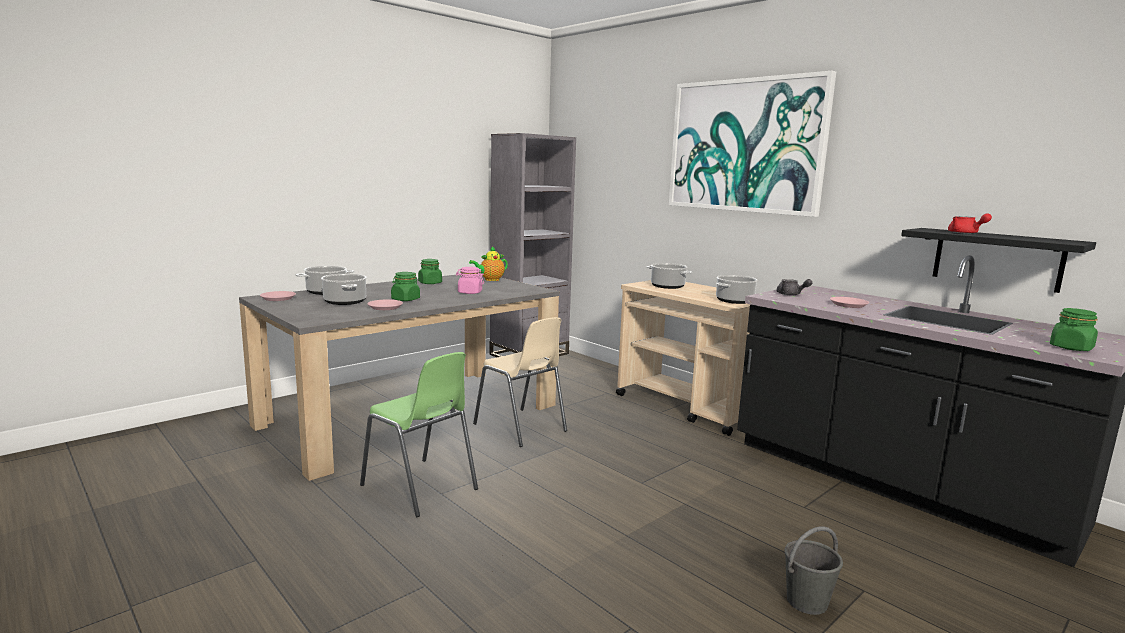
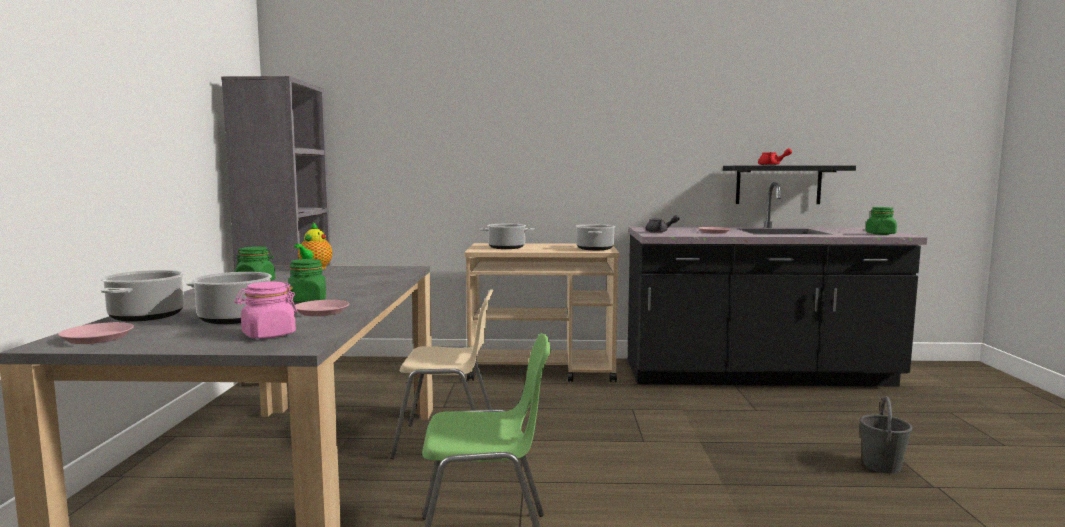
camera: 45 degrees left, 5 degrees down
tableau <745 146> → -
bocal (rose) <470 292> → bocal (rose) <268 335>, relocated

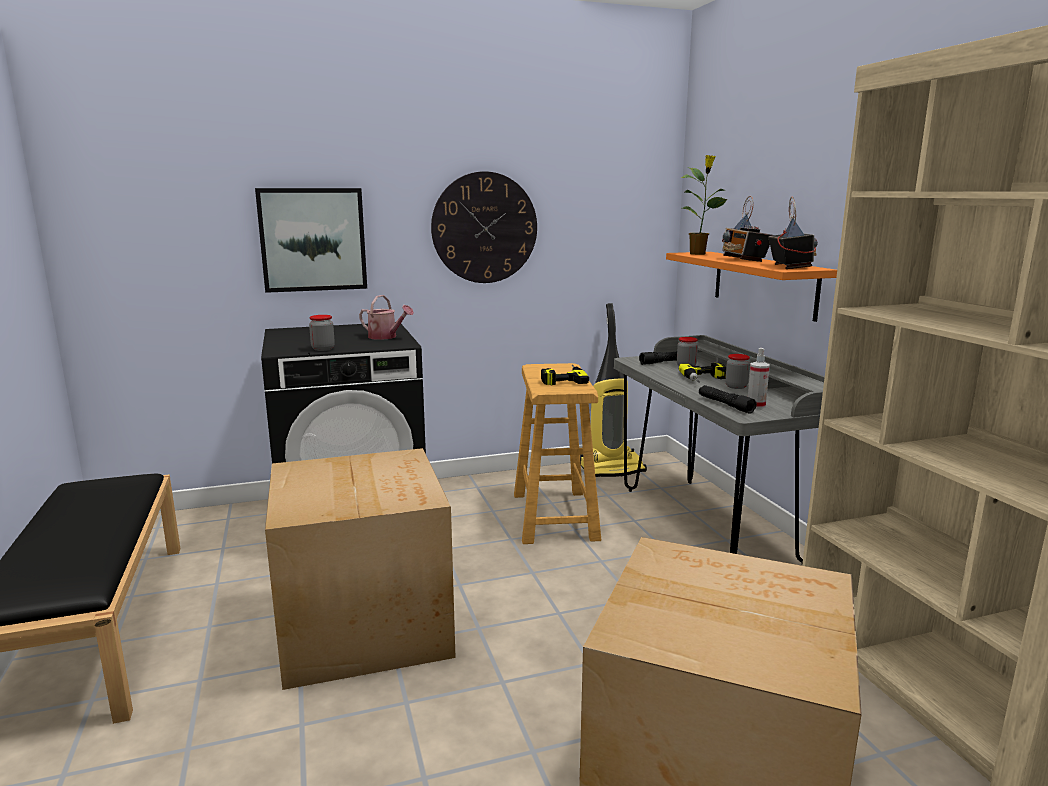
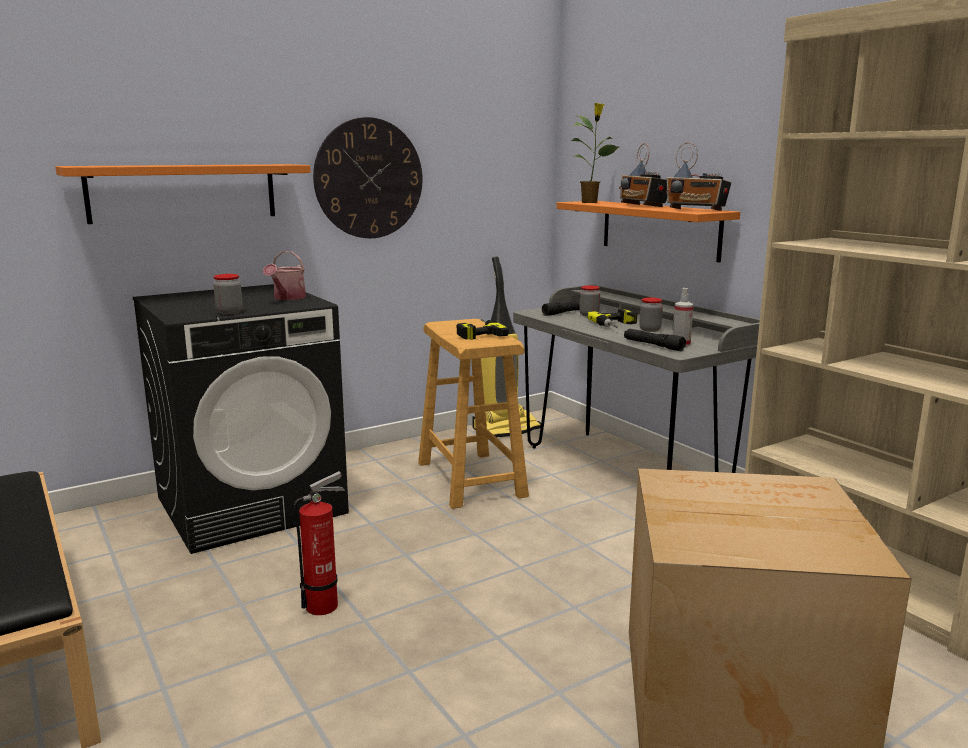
camera: 15 degrees left, 0 degrees up
tableau <313 239> → étagère (orange) <183 192>
carton <367 623> → extincteur <326 605>
arrosoir <386 337> → arrosoir <287 298>, 90 degrees clockwise
radio <789 267> → radio <696 210>, 135 degrees clockwise

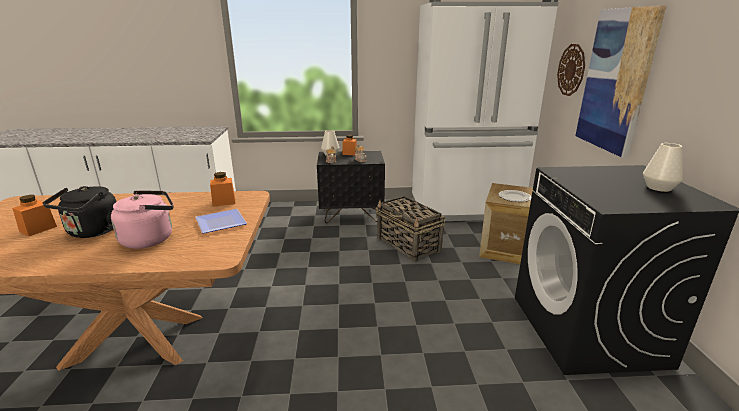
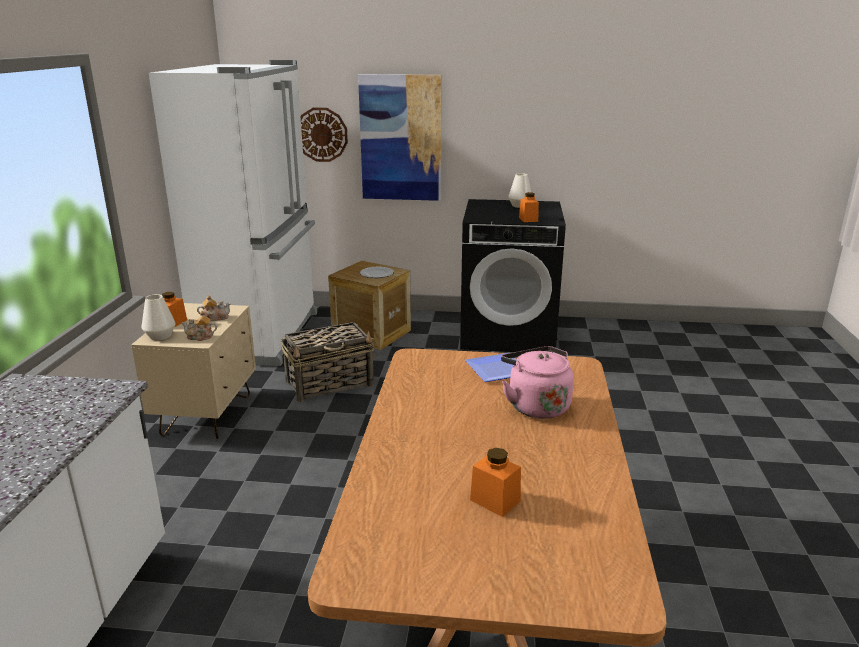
camera: 80 degrees left, 0 degrees up
bouilloire (noir) <92 232> → -
bocal (orange) <224 202> → bocal (orange) <528 219>, relocated
table de chevet (noir) <351 215> → table de chevet (beige) <207 415>

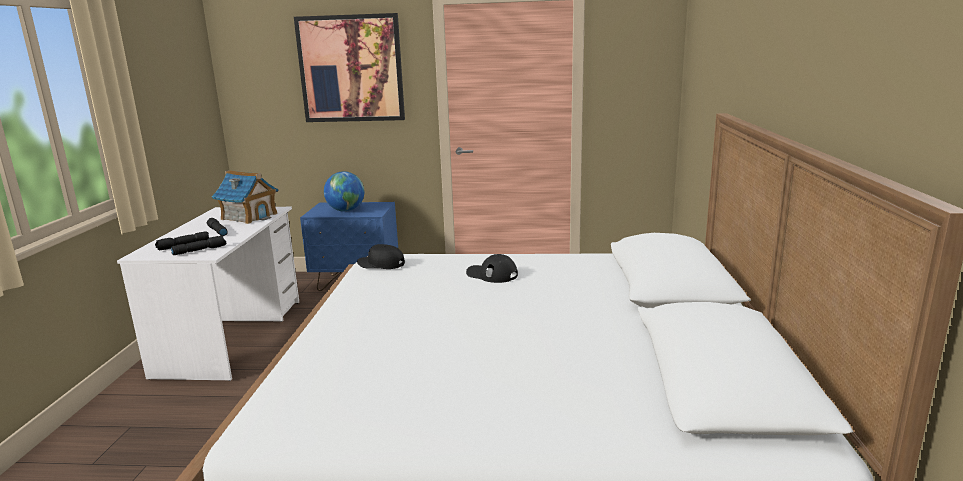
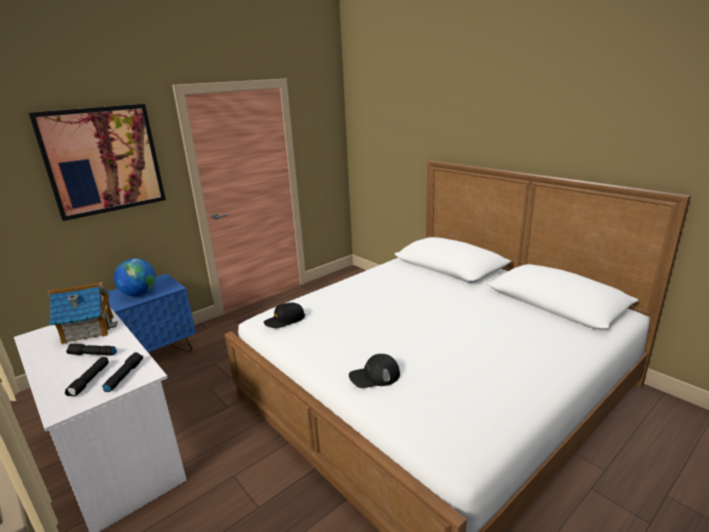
camera: 45 degrees left, 5 degrees up
casquette (noir) <492 274> → casquette (noir) <374 376>, relocated

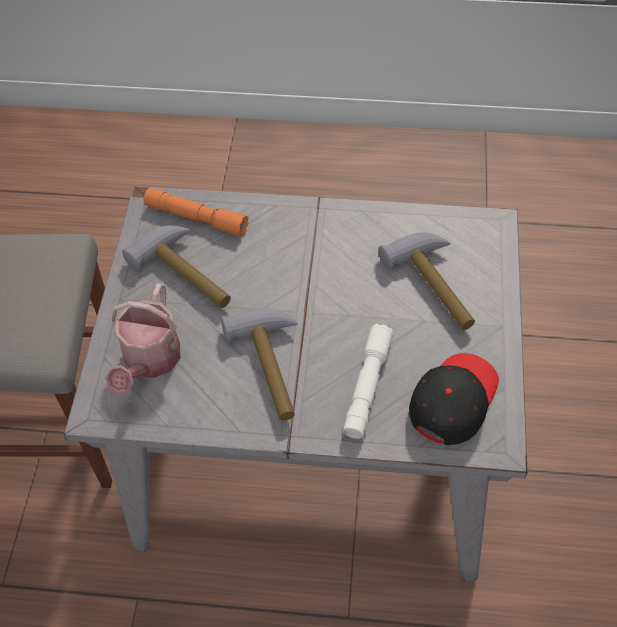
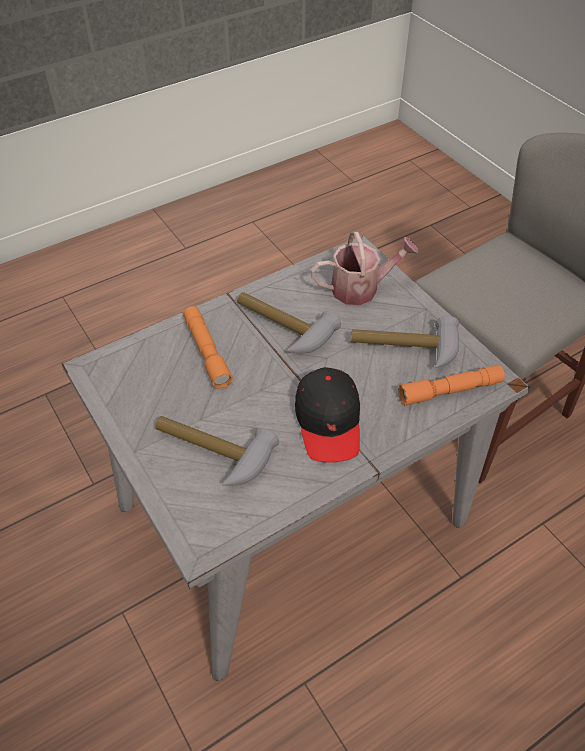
camera: 140 degrees right, 5 degrees down
casquette (noir) <453 401> → casquette (noir) <329 422>, relocated
lampe de poche (blanc) <367 386> → lampe de poche (orange) <207 352>
arrosoir <149 361> → arrosoir <361 288>, 105 degrees clockwise

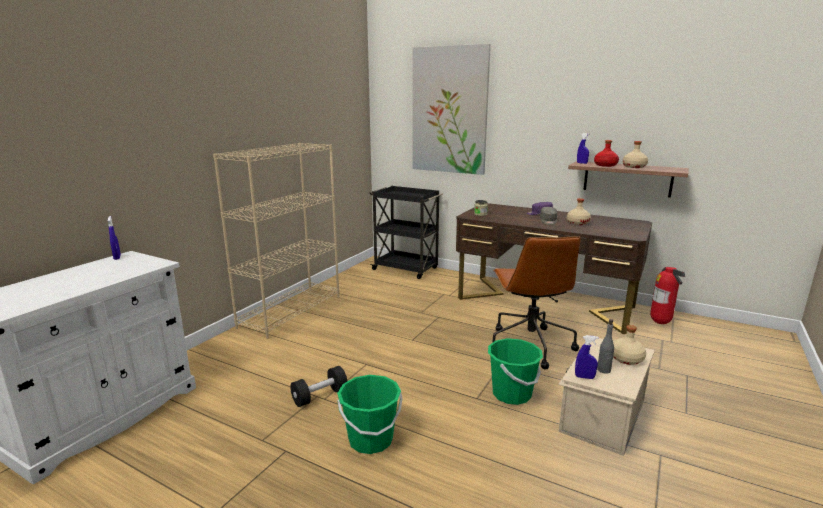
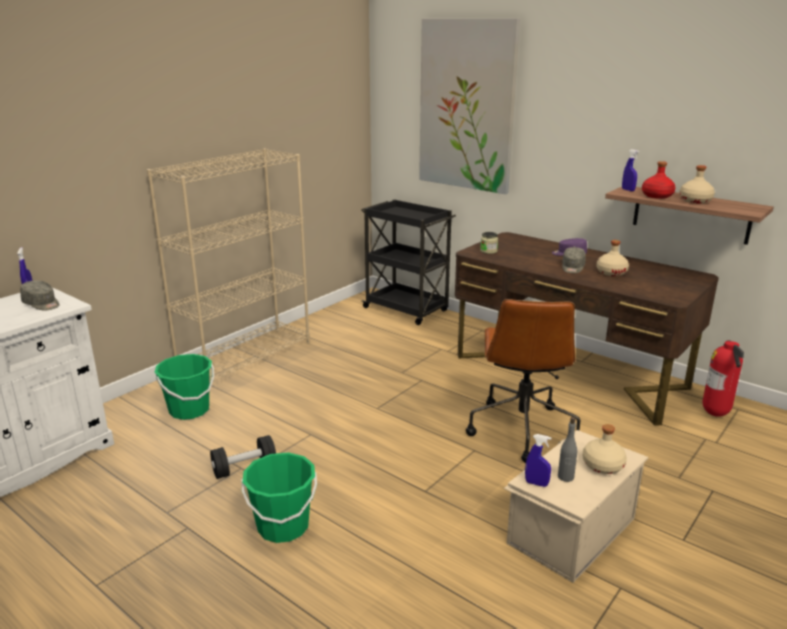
camera: 10 degrees right, 5 degrees up
- → casquette (gris) <42 304>
seau (vert) <511 394> → seau (vert) <189 410>, relocated

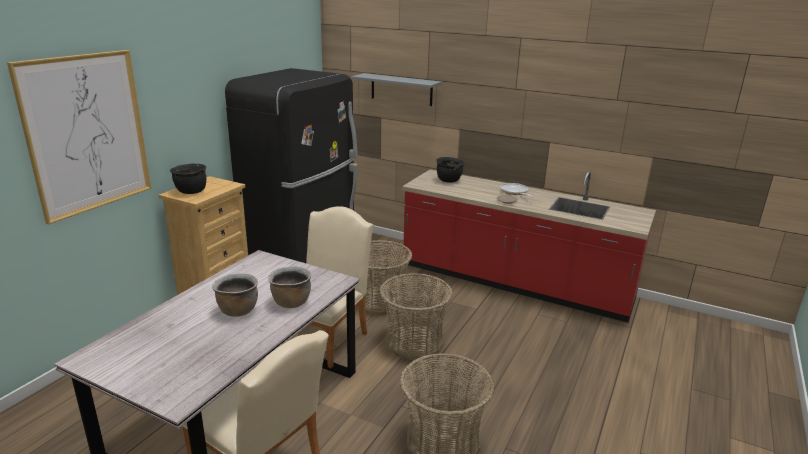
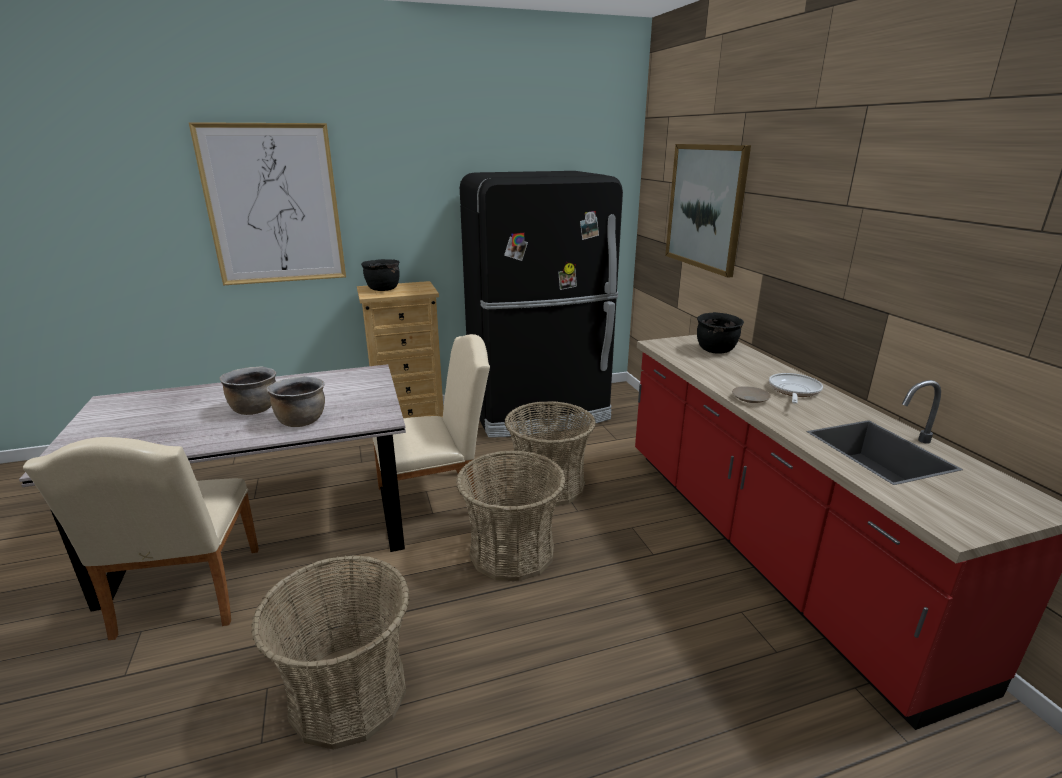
camera: 45 degrees right, 0 degrees up
étagère (gris) <401 89> → tableau <705 207>

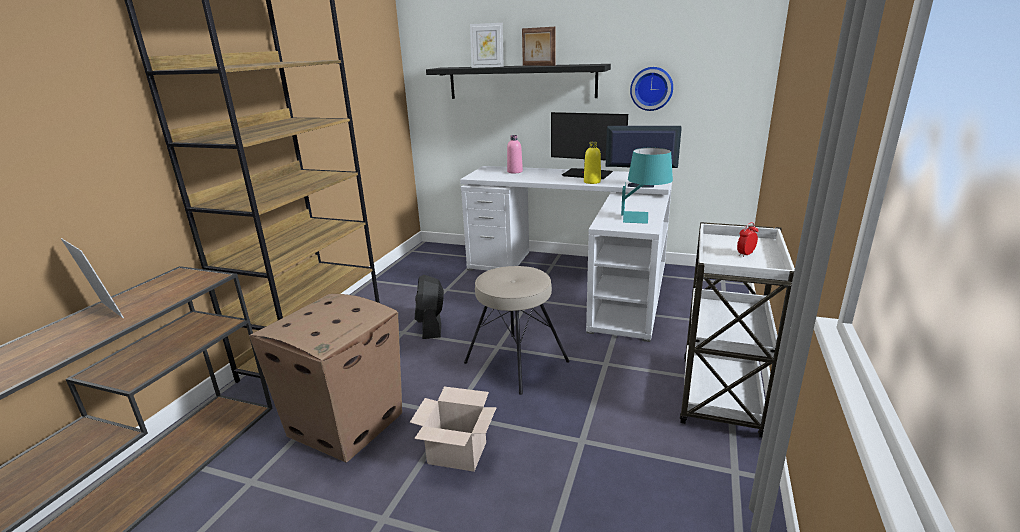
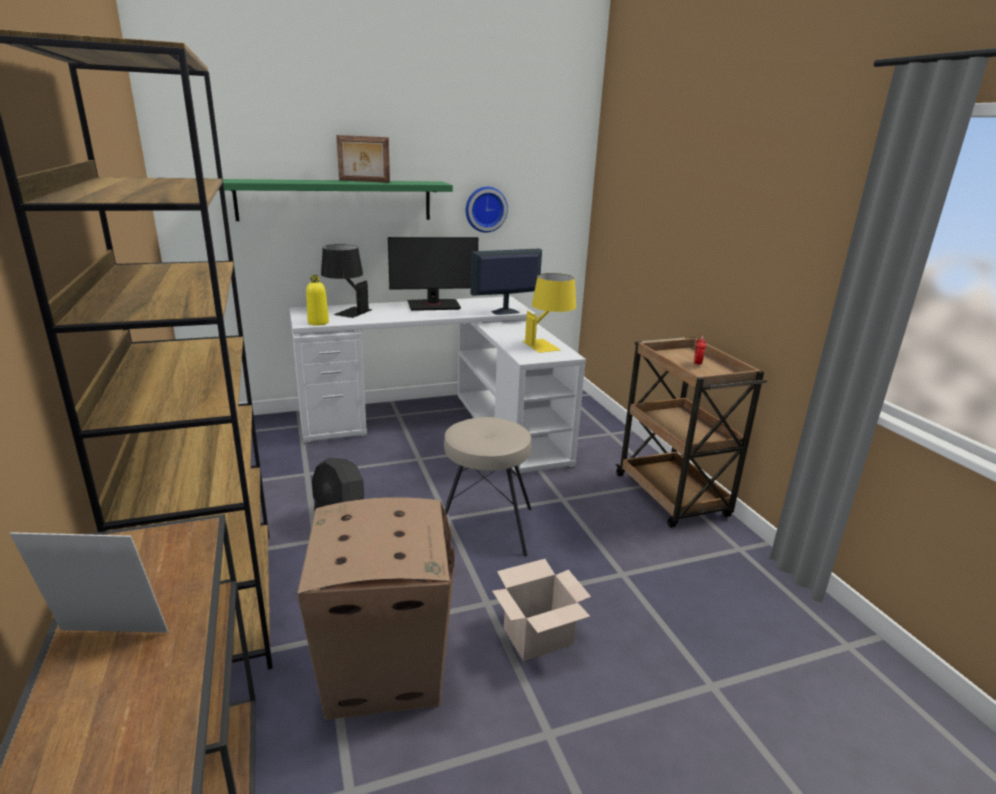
camera: 40 degrees left, 0 degrees up
cadre photo <487 67> → -
bouteille (jaune) <592 182> → bouteille (jaune) <318 322>, relocated
bouteille (rose) <515 171> → lampe de table (noir) <346 311>
étagère (noir) <521 82> → étagère (vert) <336 200>
lampe de table (turquoise) <644 217> → lampe de table (jaune) <548 344>
chariot (blanc) <720 398> → chariot (marron) <672 497>

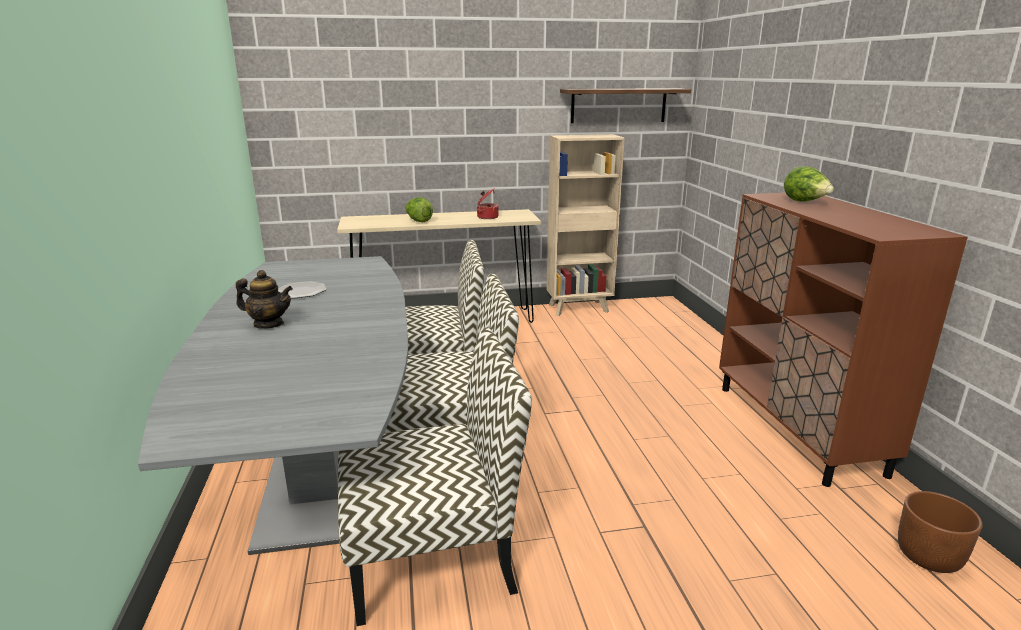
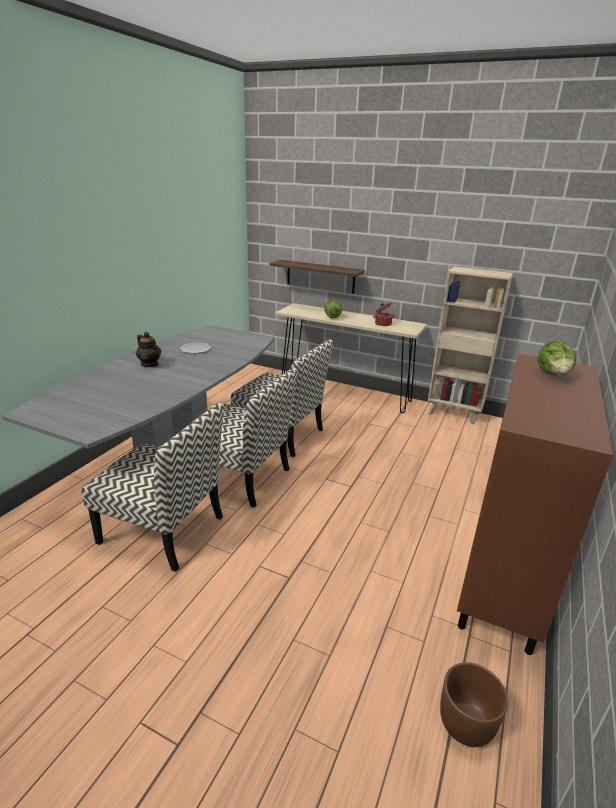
camera: 35 degrees right, 5 degrees up
étagère <618 105> → étagère <320 276>, relocated

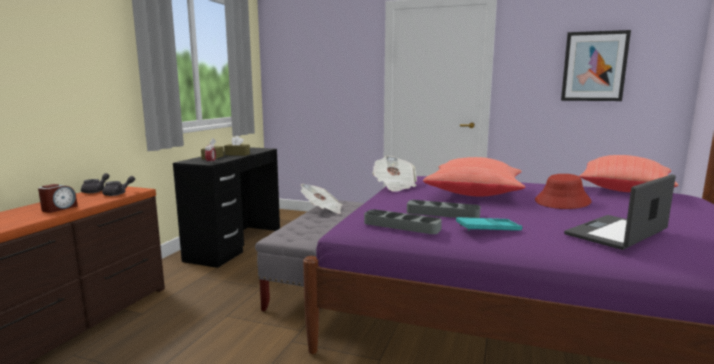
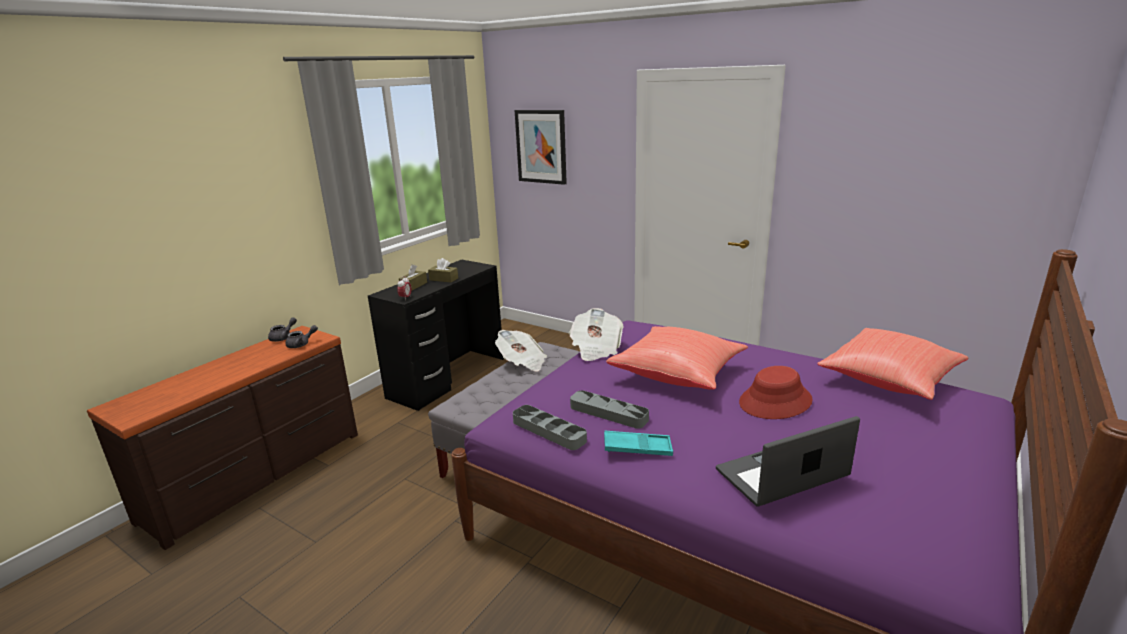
camera: 15 degrees right, 10 degrees up
réveil <59 208> → -
tableau <594 66> → tableau <541 146>, relocated

